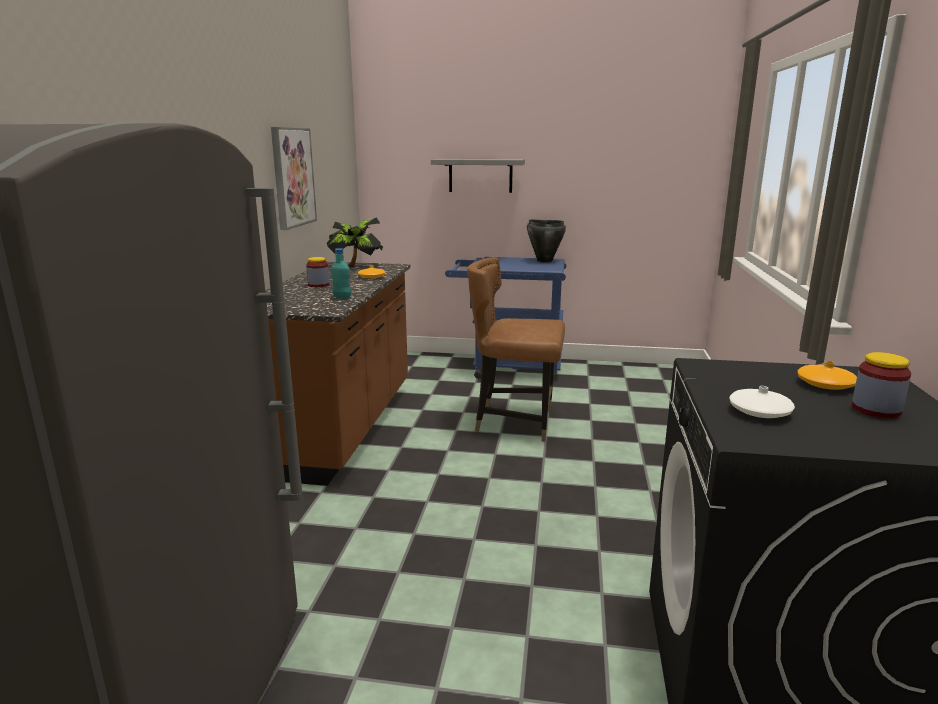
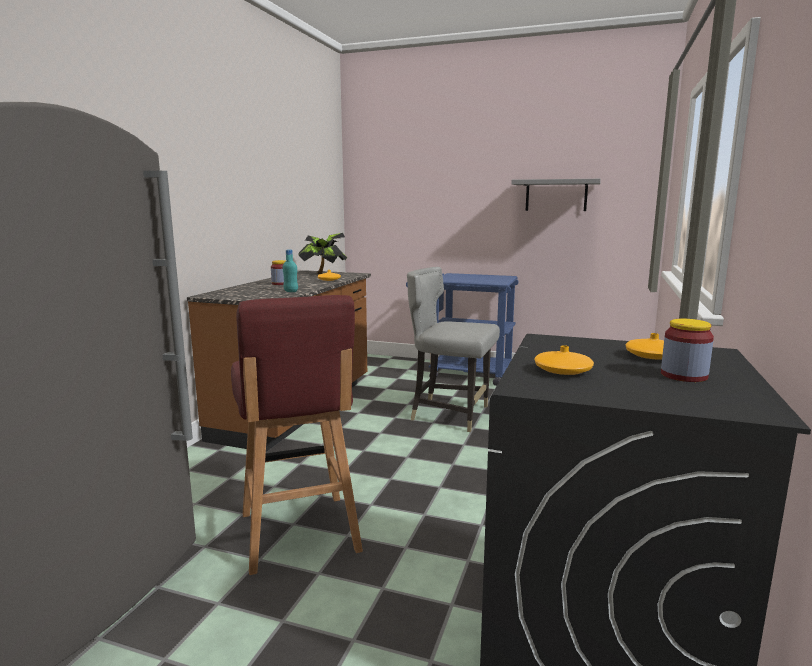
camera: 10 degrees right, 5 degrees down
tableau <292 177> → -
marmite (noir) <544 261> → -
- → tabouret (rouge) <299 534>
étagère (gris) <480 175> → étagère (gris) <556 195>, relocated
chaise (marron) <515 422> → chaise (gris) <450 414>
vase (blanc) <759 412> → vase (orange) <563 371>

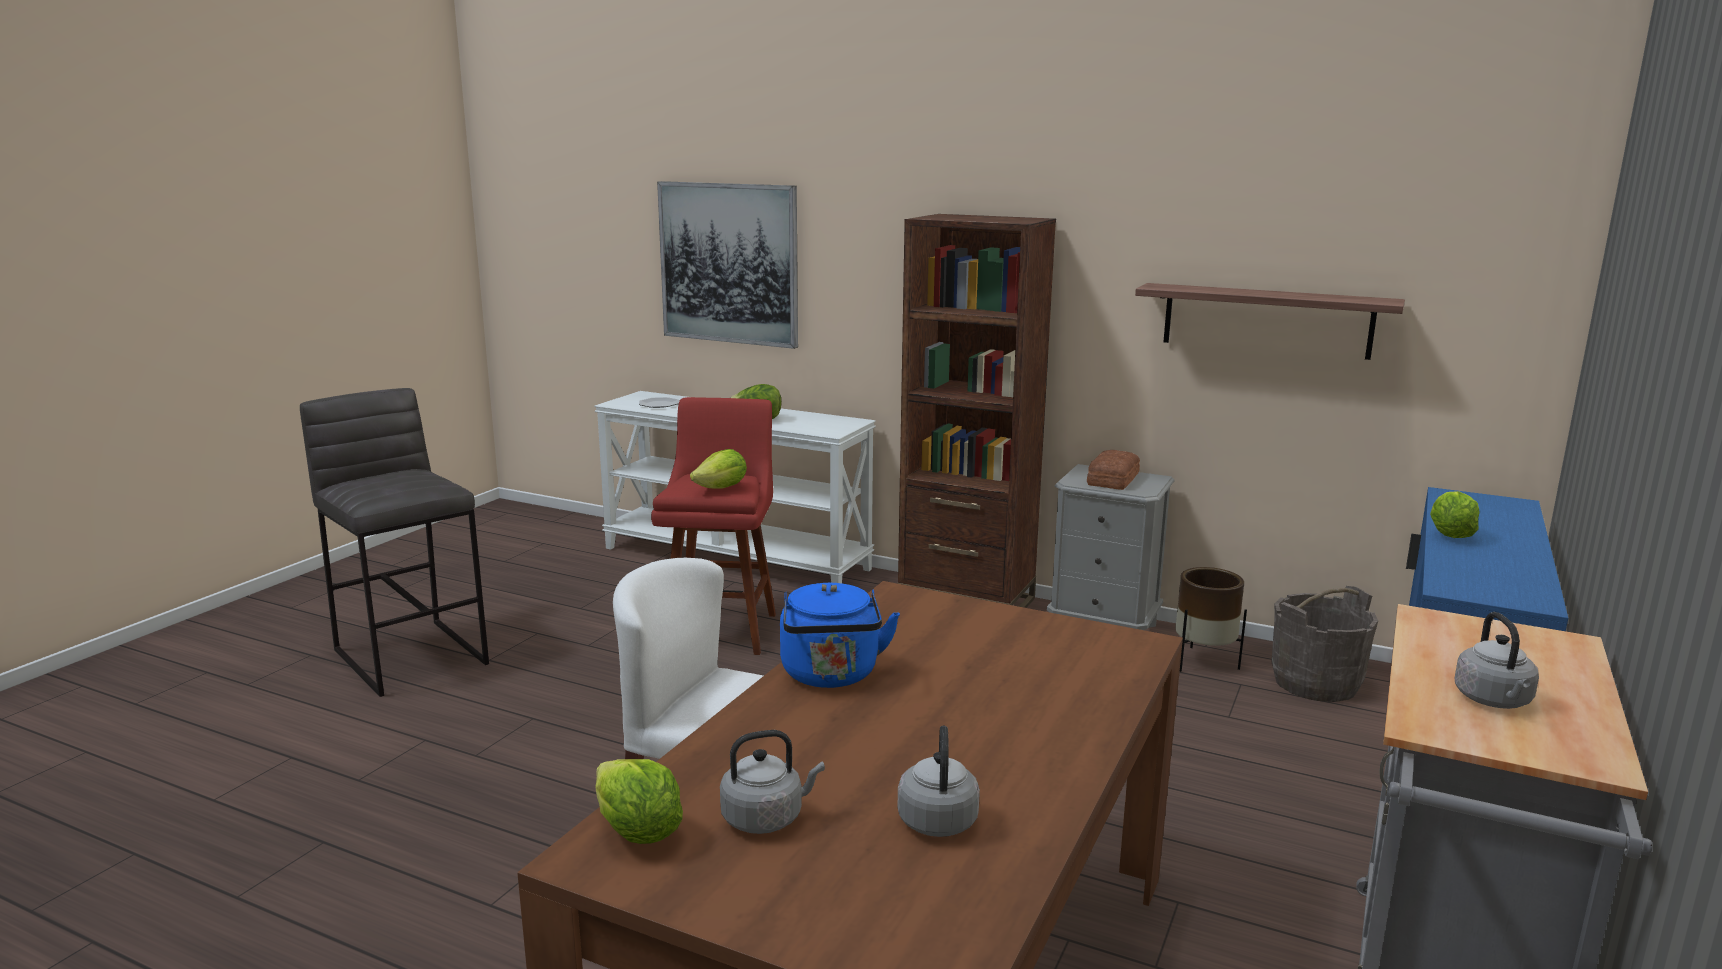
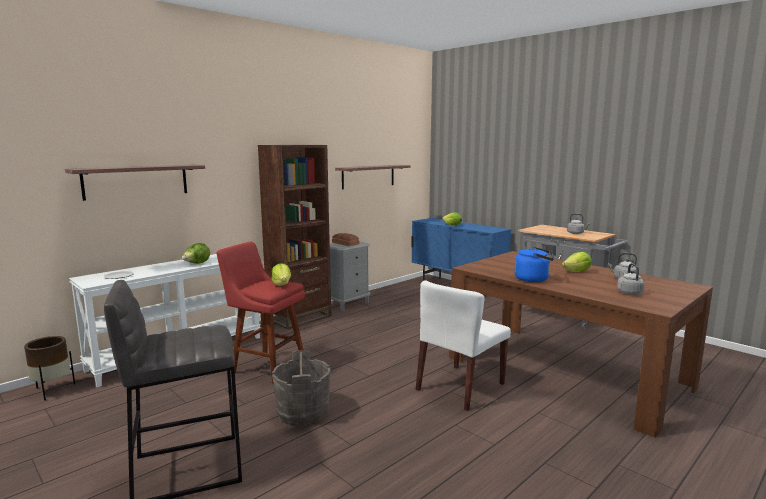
camera: 70 degrees left, 5 degrees down
laitue <637 832> → laitue <577 272>, relocated
cache-pot (marron) <1203 662> → cache-pot (marron) <53 390>, relocated
seau (gris) <1315 683> → seau (gris) <302 413>, relocated
tableau <729 263> → étagère <136 181>

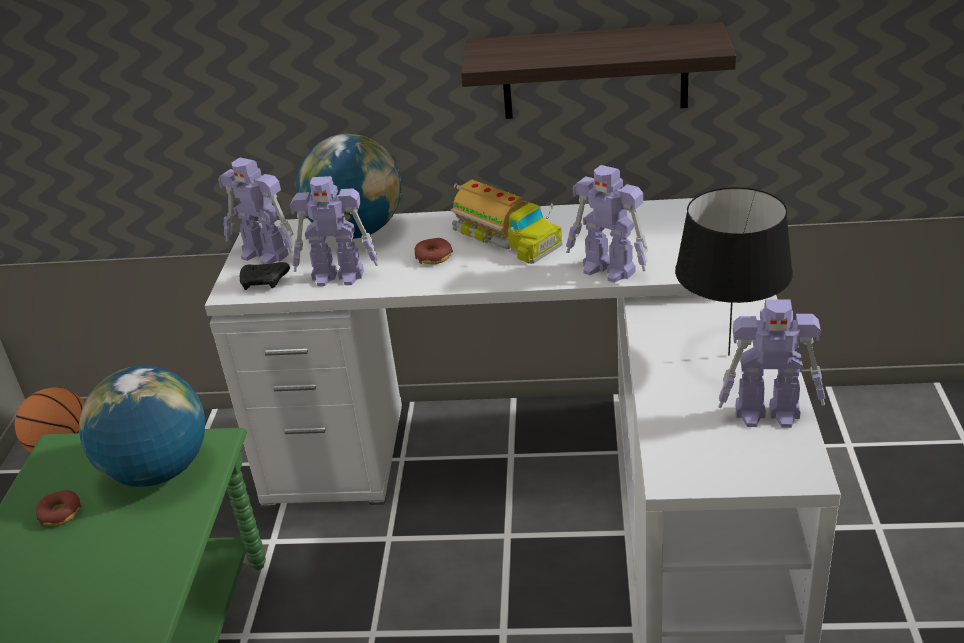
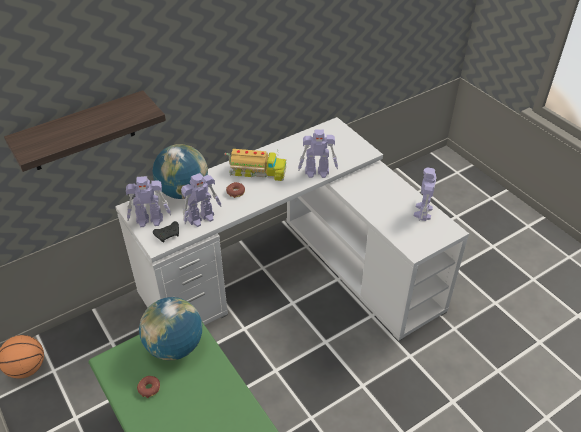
camera: 40 degrees left, 10 degrees up
lampe de table (noir) <730 355> → -
étagère <594 72> → étagère <82 132>, relocated
robot jouet <769 413> → robot jouet <422 212>, 135 degrees clockwise

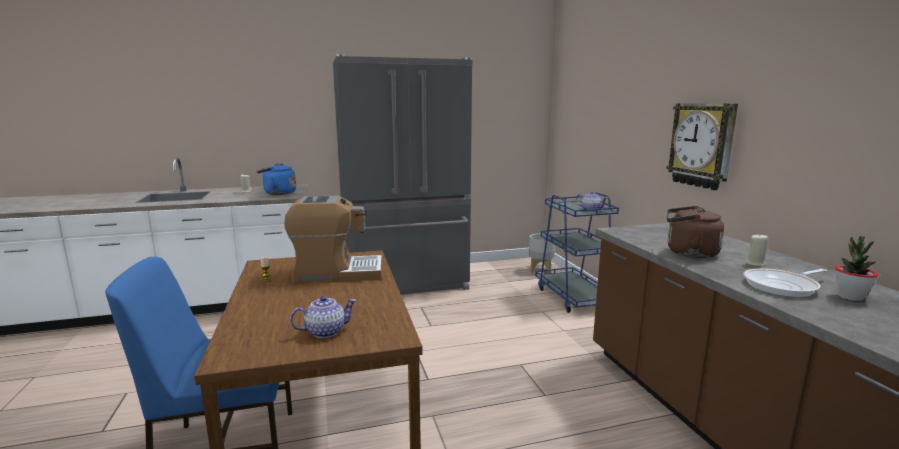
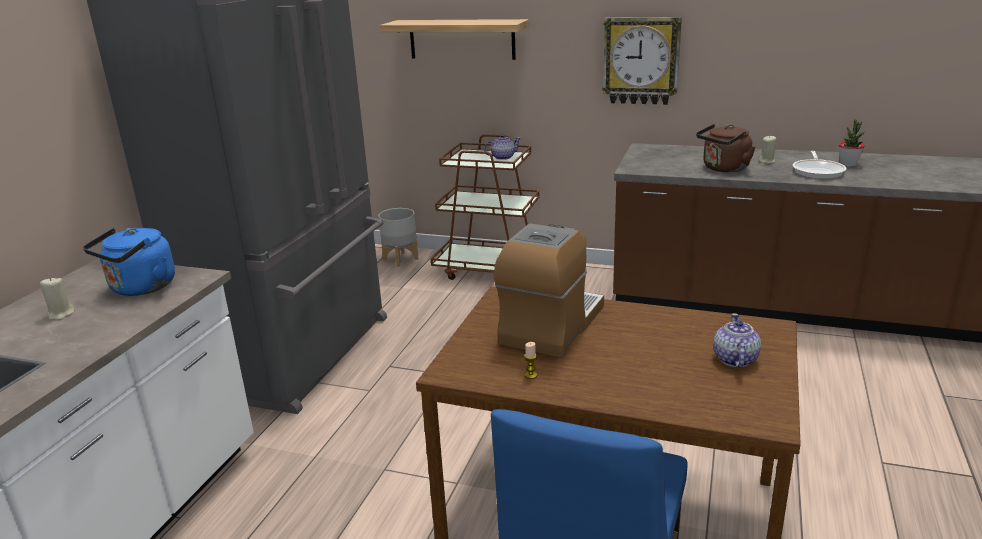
camera: 55 degrees left, 10 degrees up
- → étagère <461 39>
chariot (bleu) <573 297> → chariot (marron) <491 270>

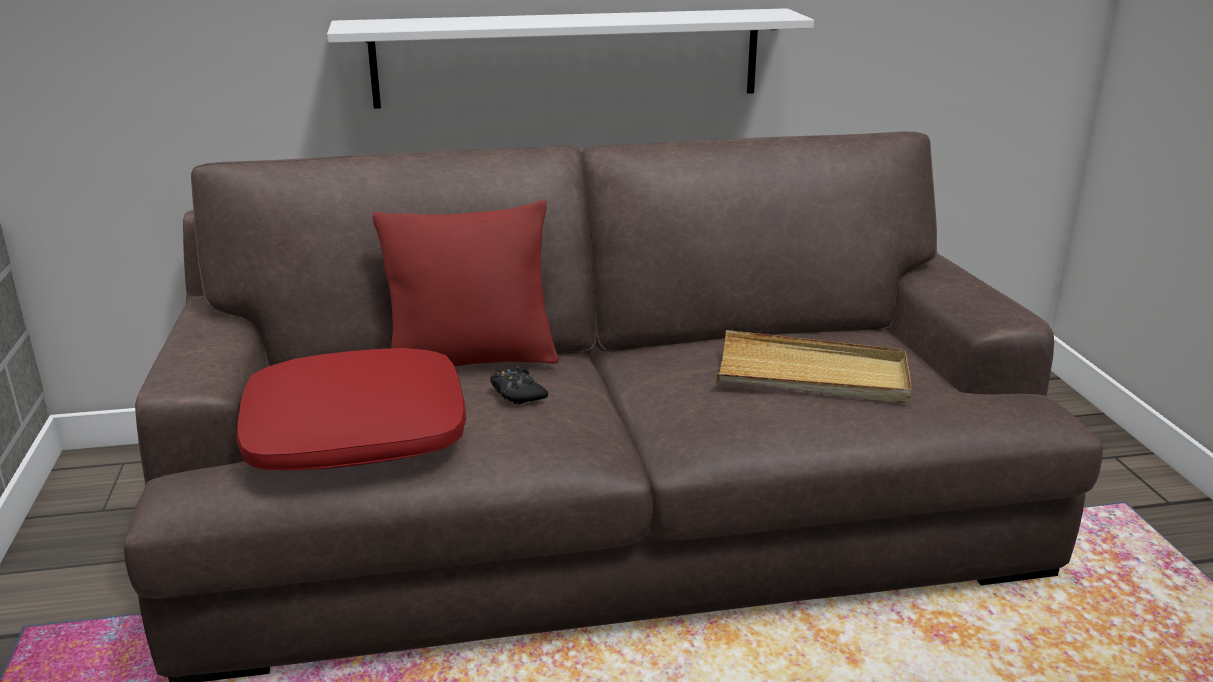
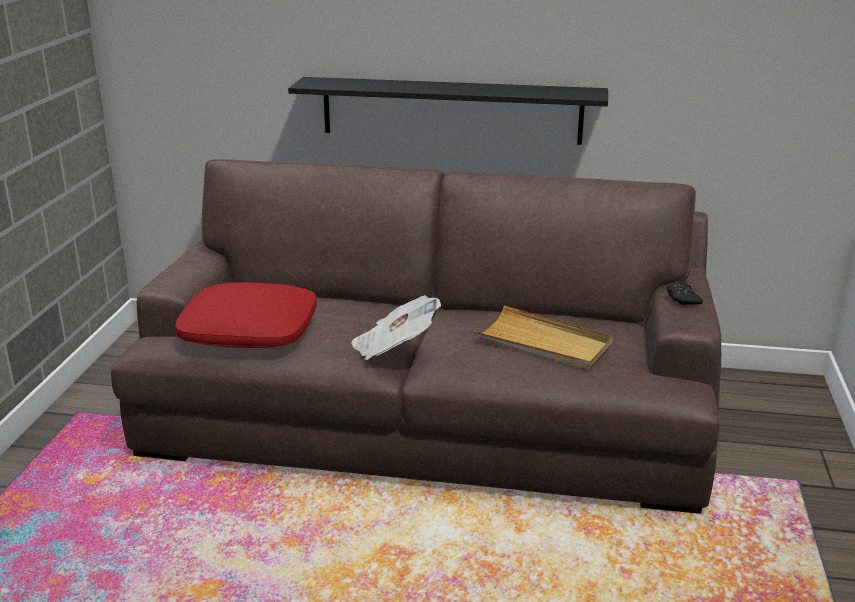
camera: 20 degrees right, 0 degrees up
coussin (rouge) <472 361> → -
- → journal <394 348>
manette (noir) <517 393> → manette (noir) <682 299>, relocated
étagère (blanc) <568 57> → étagère (noir) <451 110>

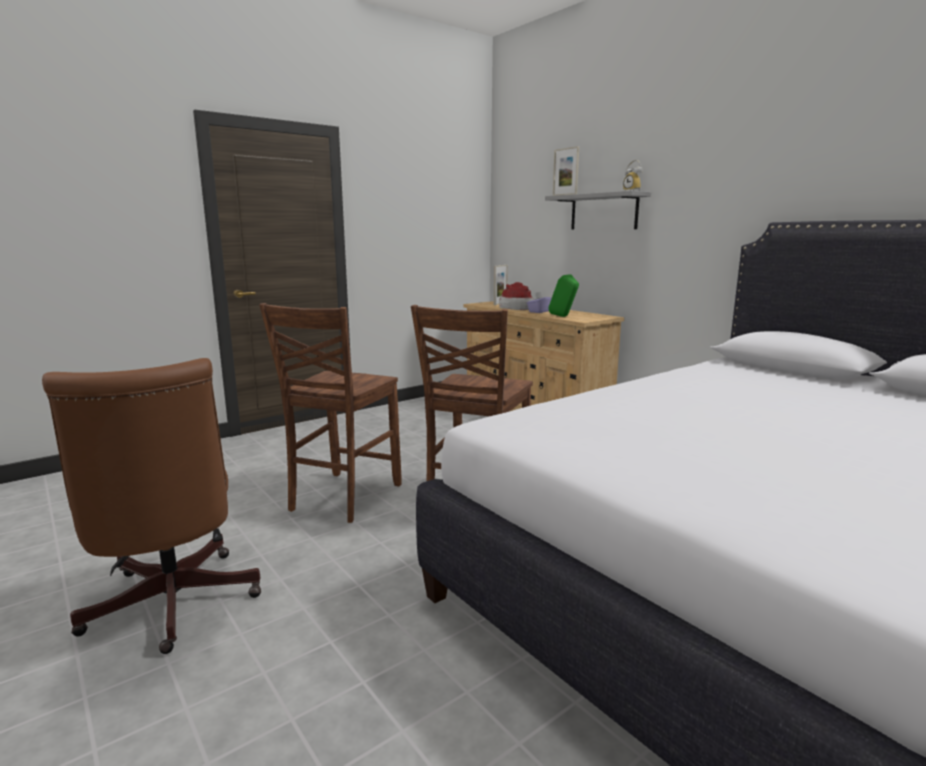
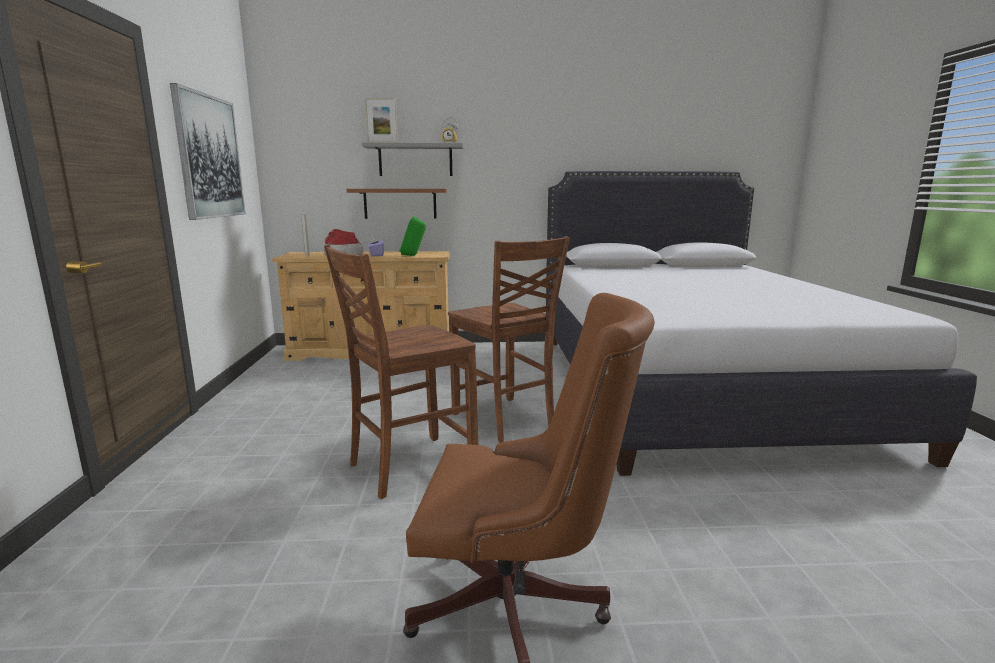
camera: 55 degrees left, 0 degrees up
- → tableau <209 157>
- → étagère (marron) <400 203>
chaise (marron) <343 497> → chaise (marron) <409 467>, 90 degrees clockwise

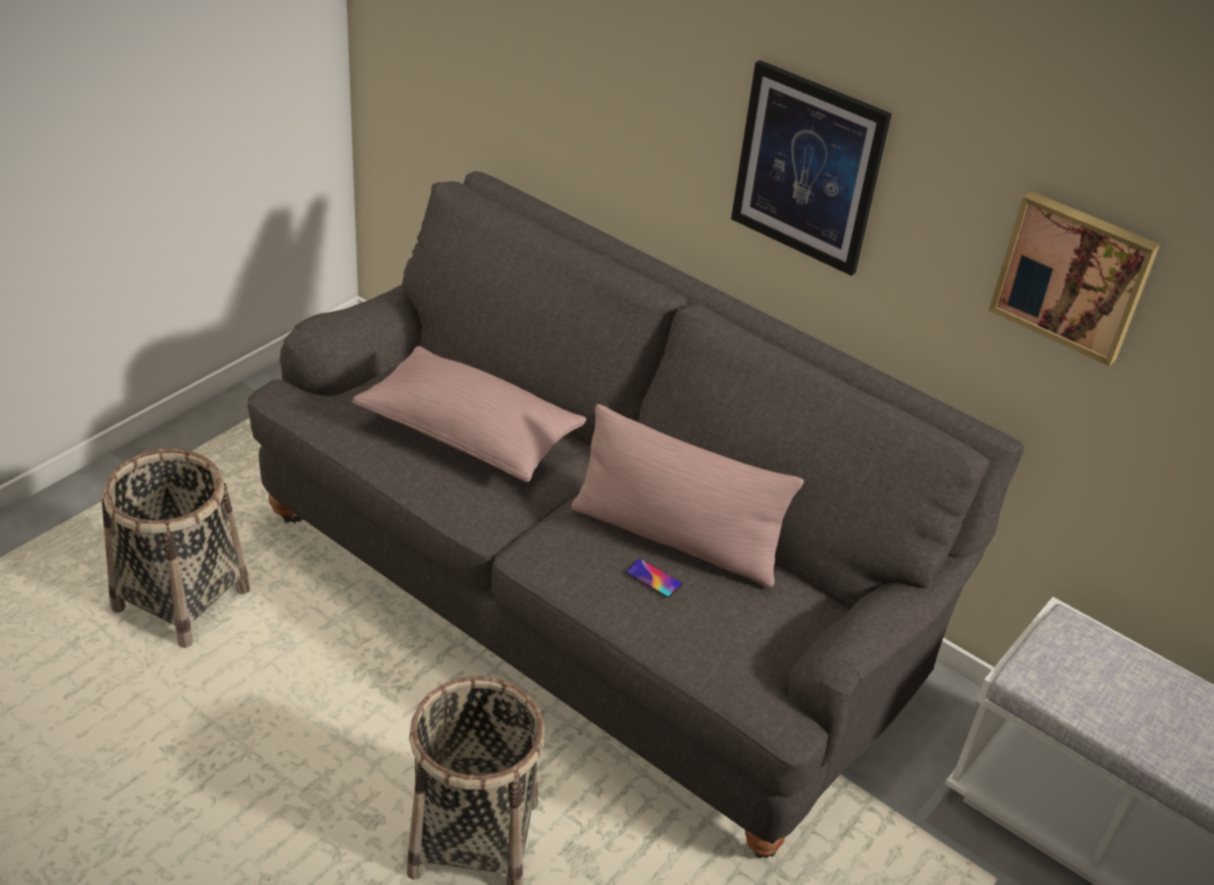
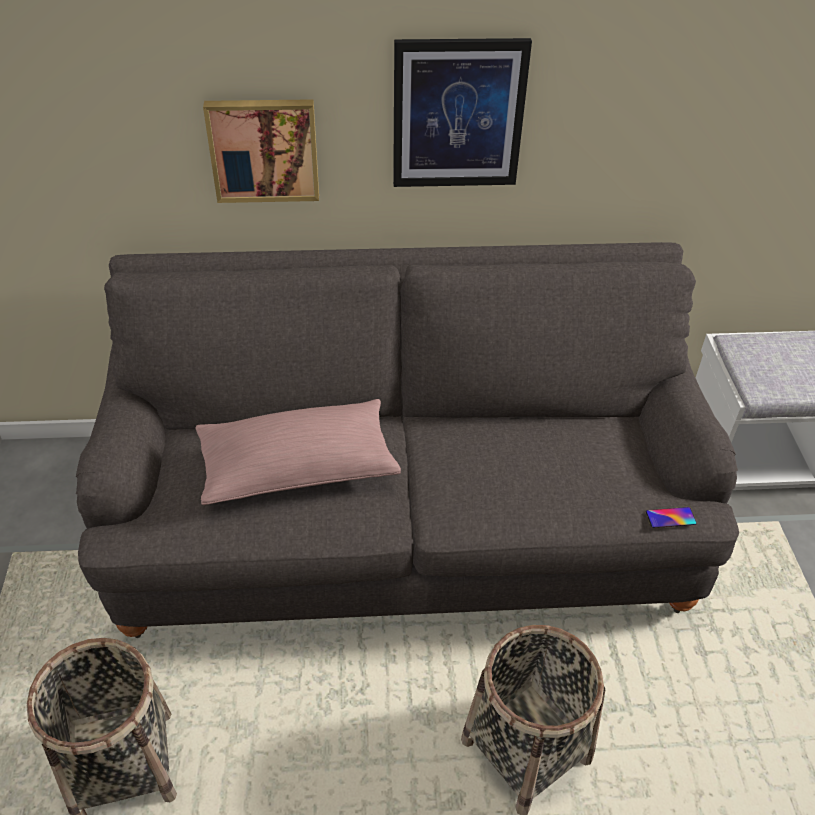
camera: 40 degrees left, 5 degrees up
coussin (rose) <675 538> → -
téléphone <653 578> → téléphone <670 518>, relocated
tableau <1073 275> → tableau <264 149>, relocated

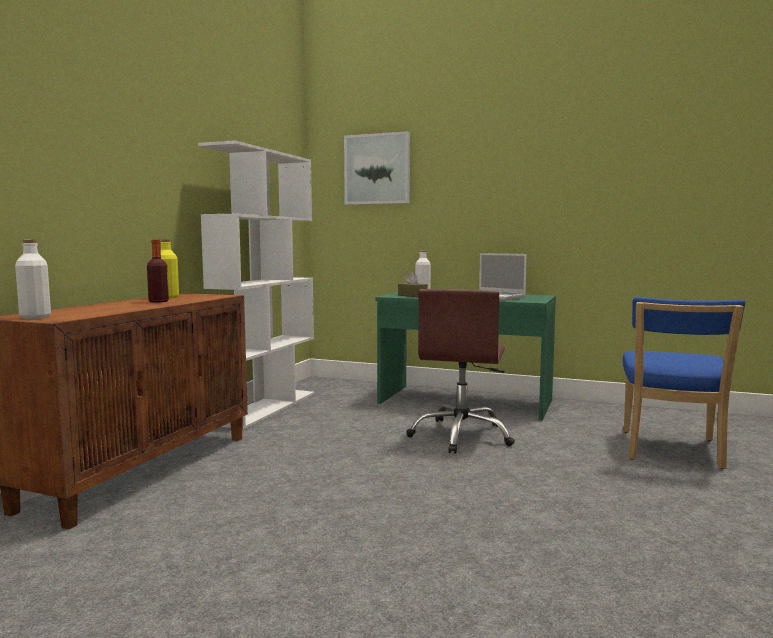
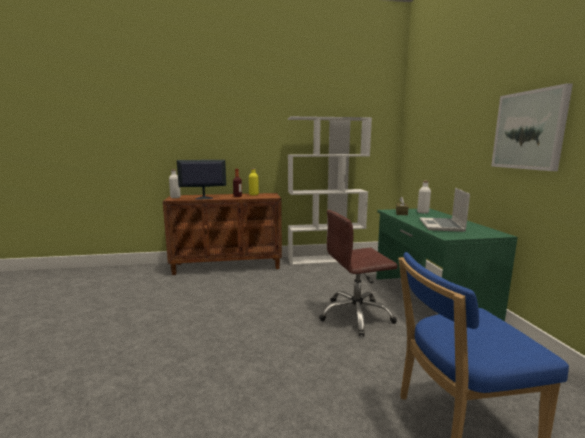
camera: 60 degrees right, 5 degrees up
- → écran d'ordinateur <203 198>
tableau <377 169> → tableau <529 130>, relocated

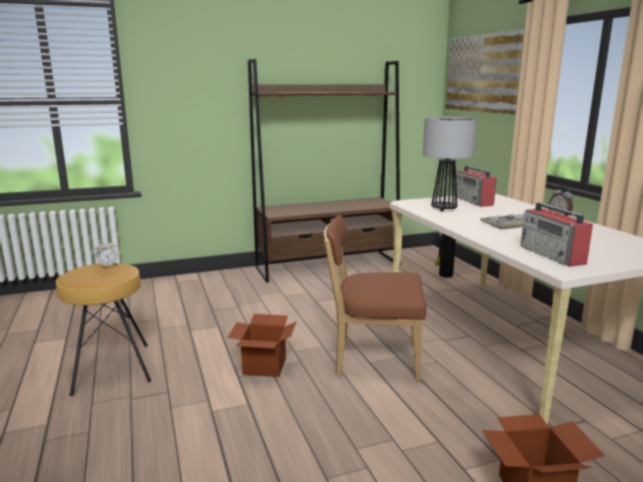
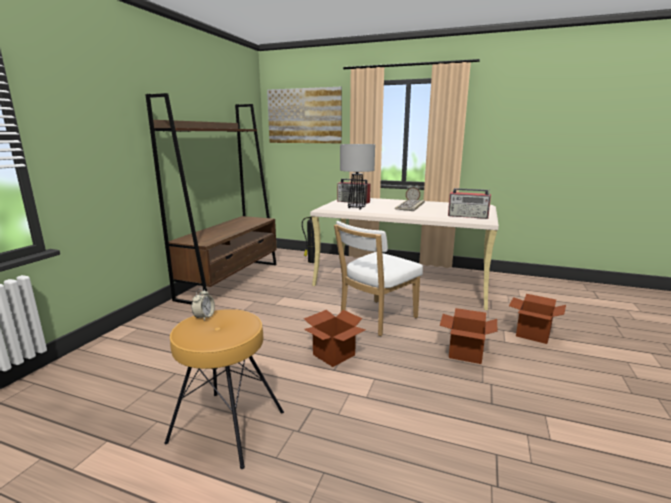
camera: 50 degrees left, 0 degrees up
- → carton <465 353>
chaise (marron) <372 359> → chaise (blanc) <375 319>

